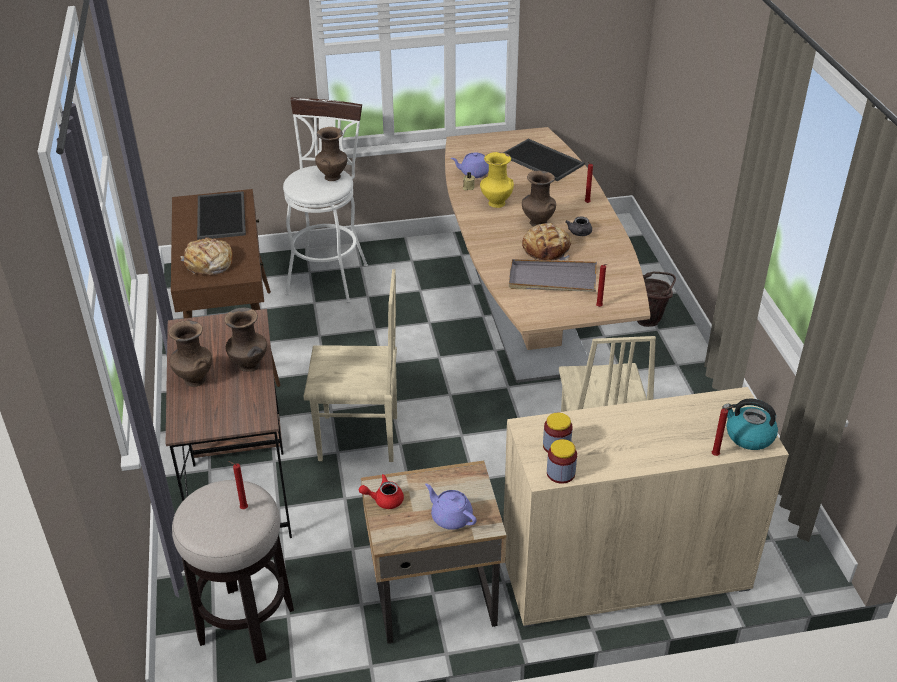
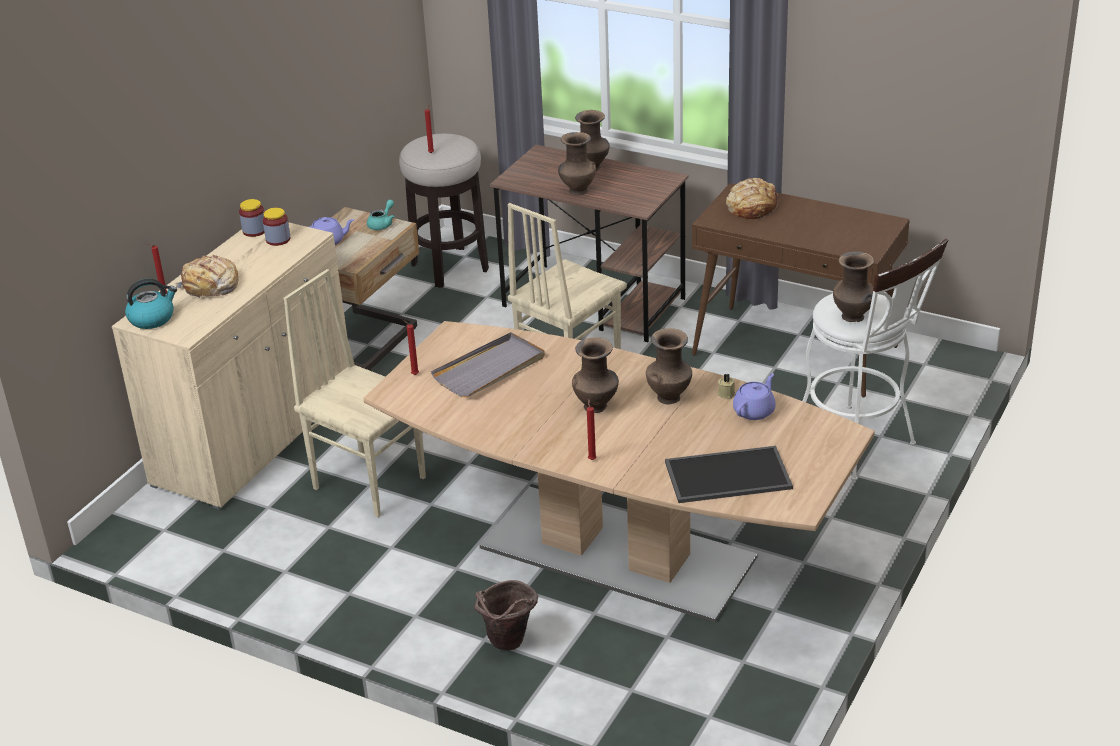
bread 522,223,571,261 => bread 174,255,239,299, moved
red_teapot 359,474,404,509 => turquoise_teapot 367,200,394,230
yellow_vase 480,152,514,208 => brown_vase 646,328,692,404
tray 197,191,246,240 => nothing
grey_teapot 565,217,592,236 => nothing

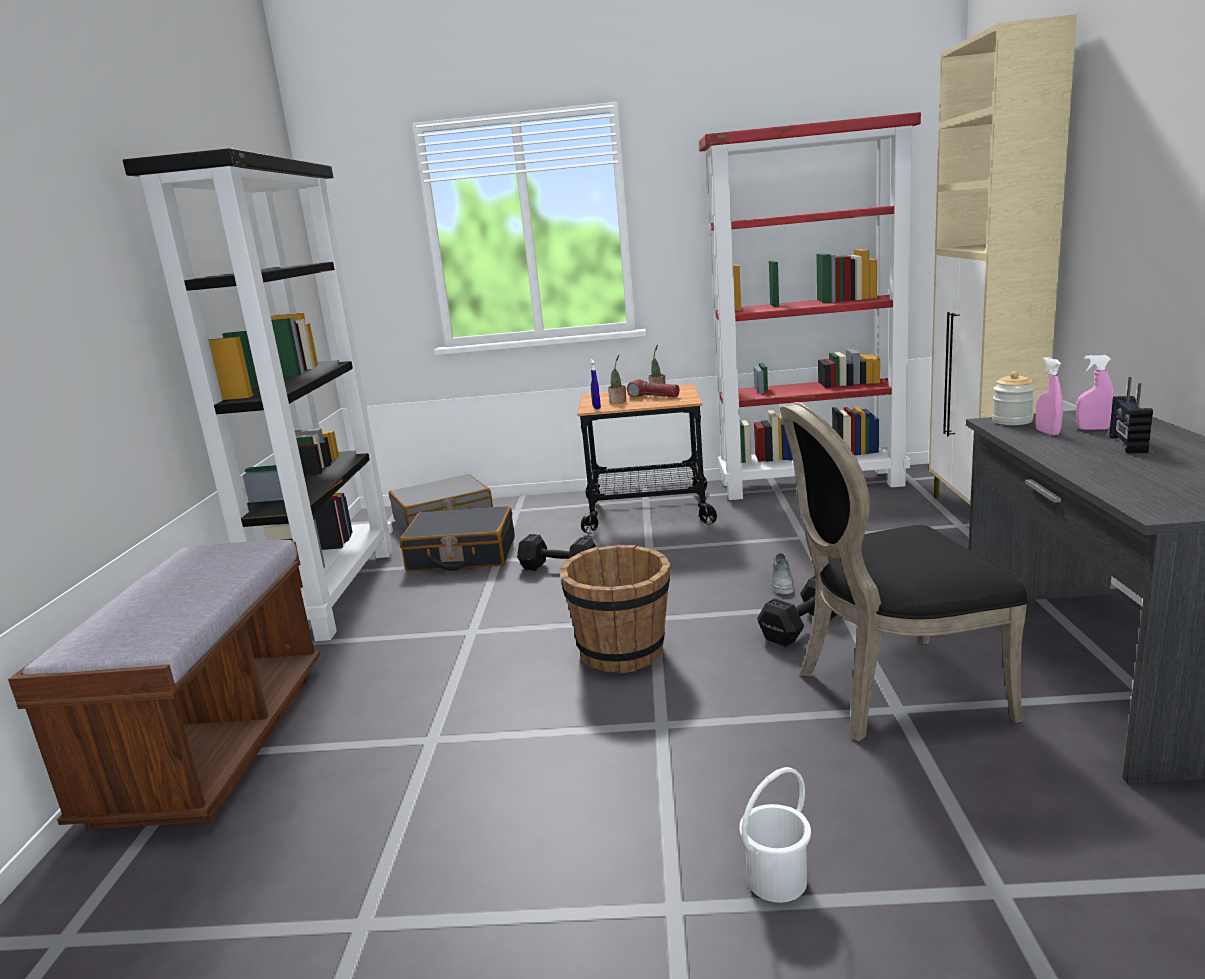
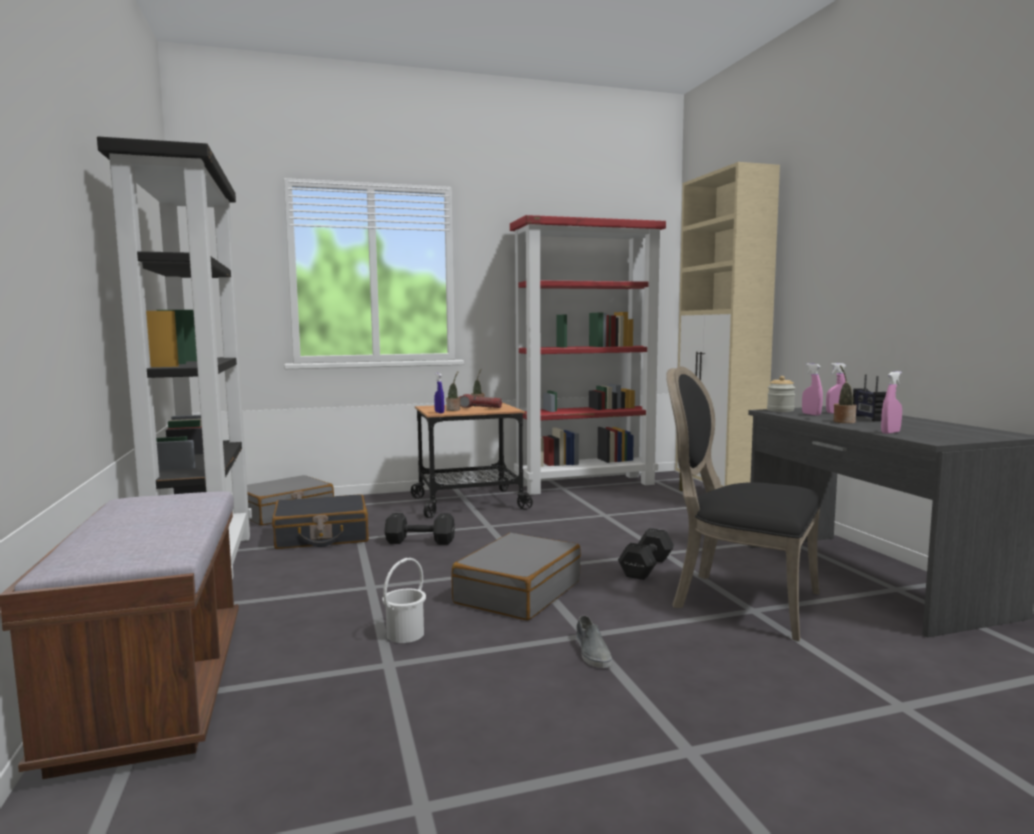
white_bucket 739,767,811,903 => white_bucket 382,558,426,643, moved
brown_bucket 559,545,670,674 => grey_suitcase 451,533,581,621
grey_shoe 771,553,794,594 => grey_shoe 576,616,612,668, moved
black_chair 780,402,1028,742 => black_chair 666,366,821,641, 60 degrees clockwise
nothing => potted_plant 833,365,857,423
nothing => pink_spray_bottle 881,371,902,434

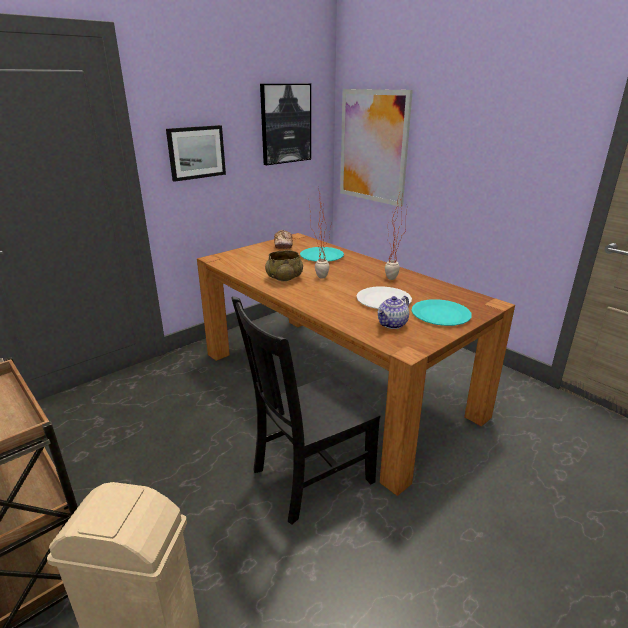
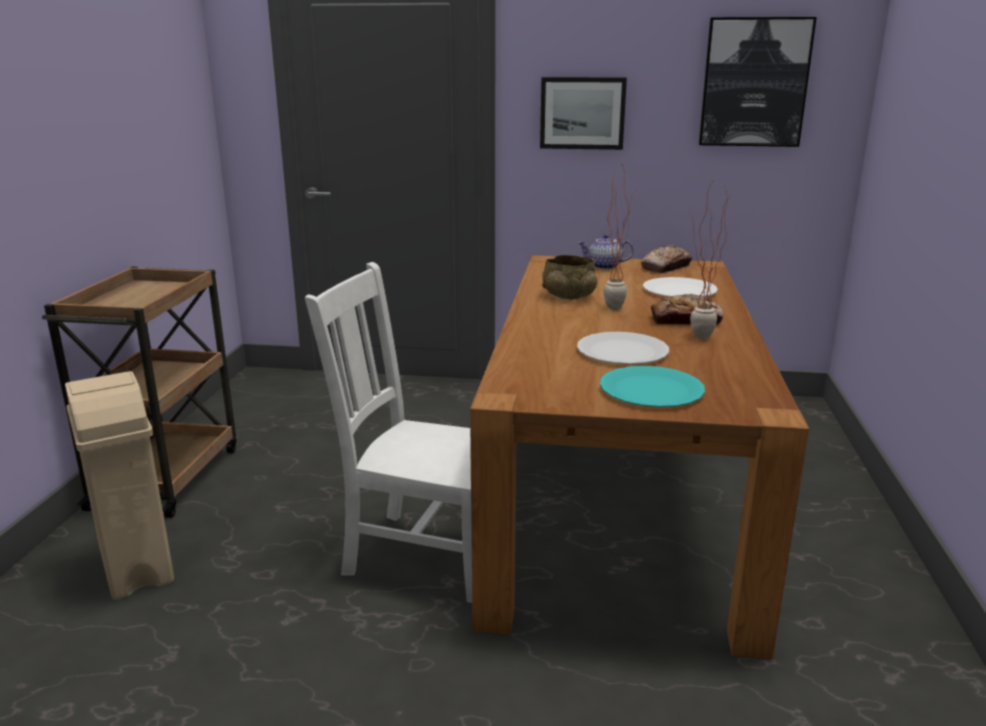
black_chair 231,297,381,525 => white_chair 305,262,472,603
teapot 378,296,409,329 => teapot 578,234,634,270, moved
turquoise_plate 300,247,344,262 => white_plate 643,277,718,297
nothing => bread 651,294,724,325
picture 340,89,413,207 => nothing

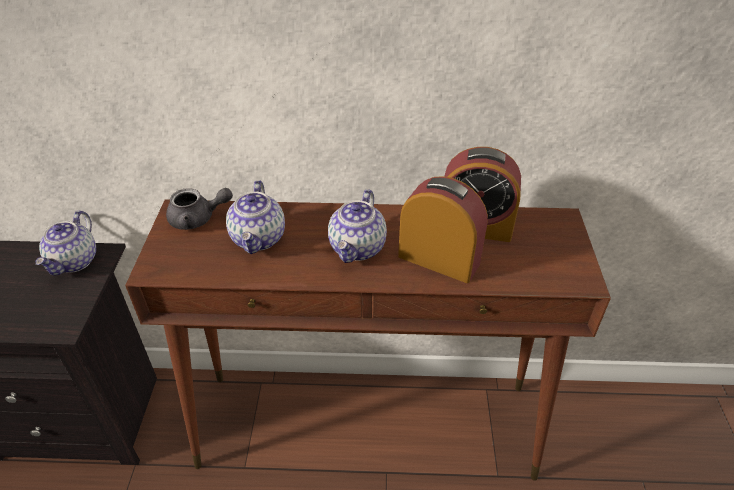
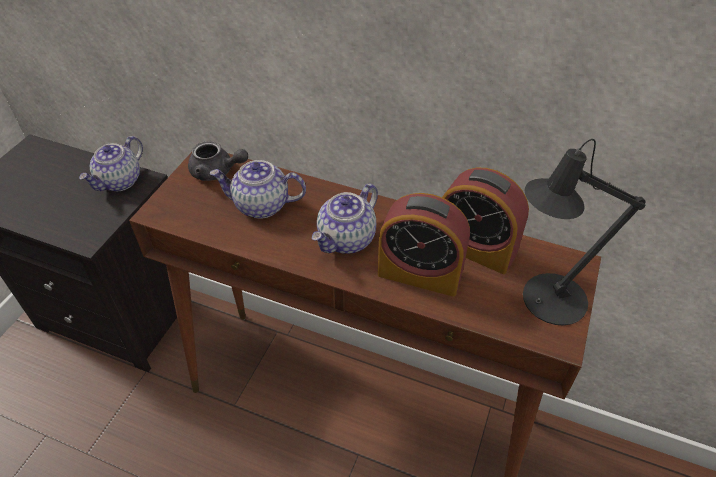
teapot 226,180,285,254 => teapot 209,160,306,219, 75 degrees clockwise
alarm_clock 398,176,488,283 => alarm_clock 378,193,470,297, 150 degrees clockwise
nothing => black_table_lamp 523,139,646,325

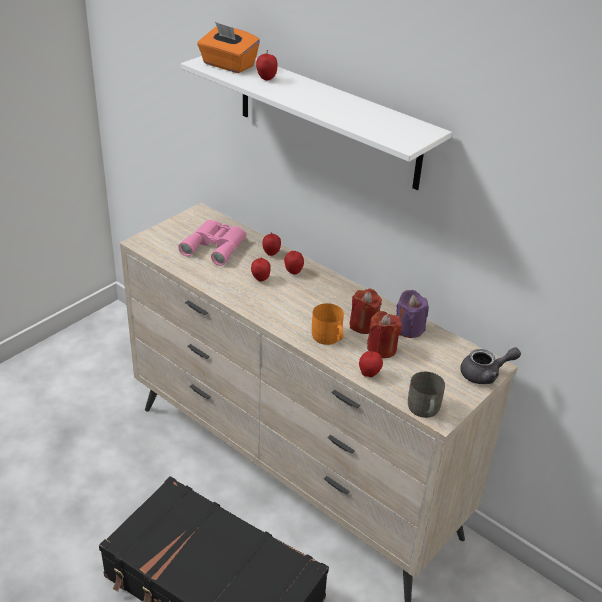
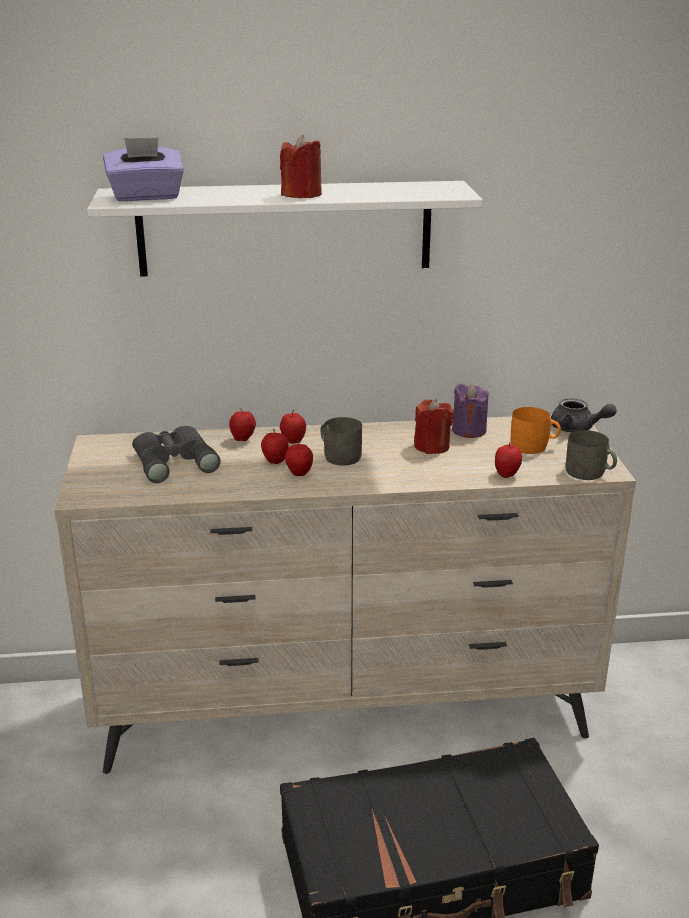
orange_tissue_box 197,22,260,73 => purple_tissue_box 103,137,184,201
pink_binoculars 178,220,246,266 => grey_binoculars 132,426,221,483
red_candle 367,311,402,358 => red_candle 280,134,322,198, moved
apple 256,50,278,81 => apple 285,440,313,476, moved
nothing => grey_mug 321,417,362,466
orange_mug 312,303,344,345 => orange_mug 510,407,561,454, moved
grey_teapot 460,347,521,384 => grey_teapot 551,398,617,432, 90 degrees clockwise

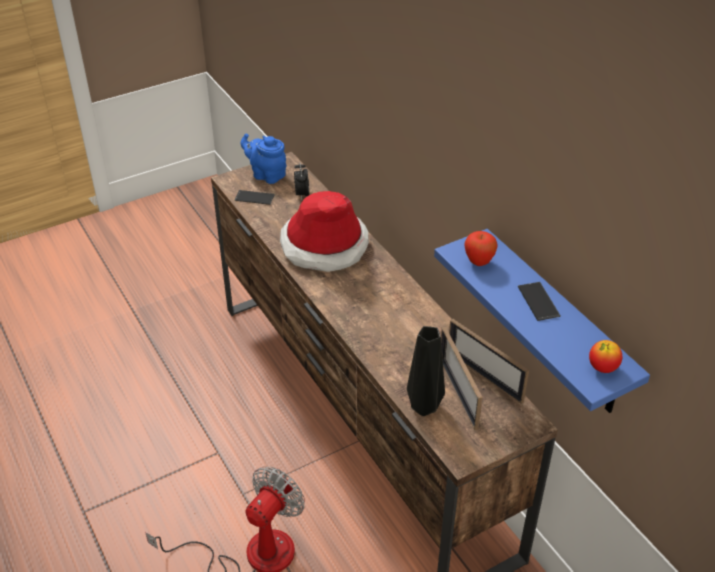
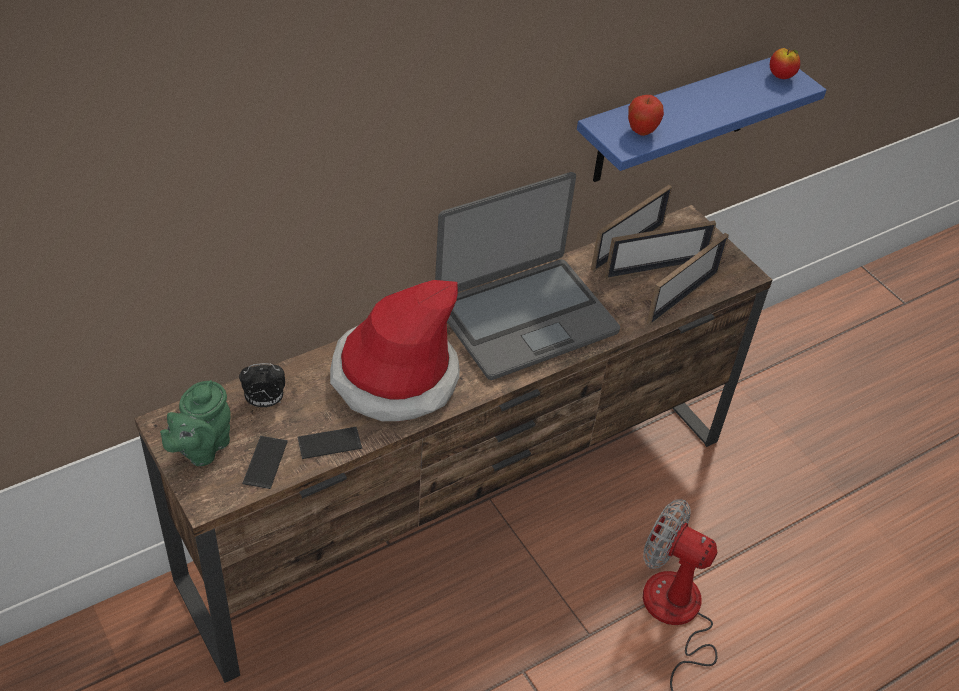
blue_teapot 241,134,287,184 => green_teapot 160,380,231,466
phone 518,282,561,321 => phone 297,427,362,459, moved
nothing => laptop 435,172,620,380
black_vase 407,326,445,416 => picture_frame 647,233,729,325

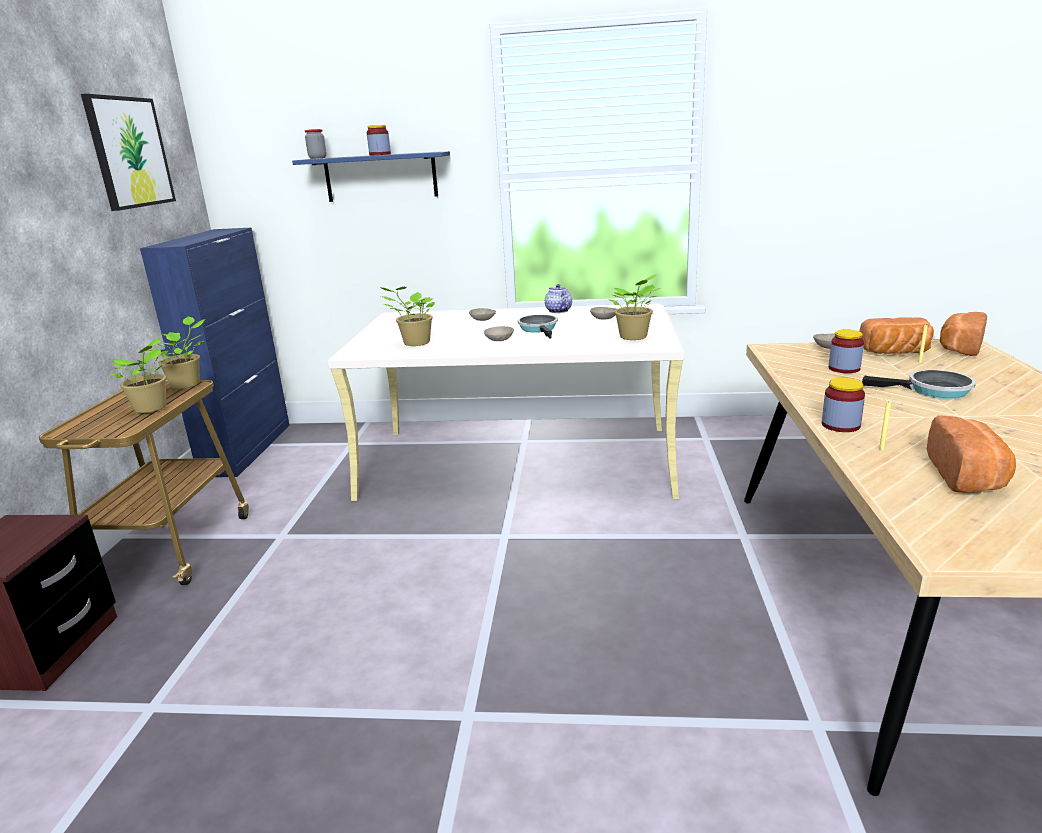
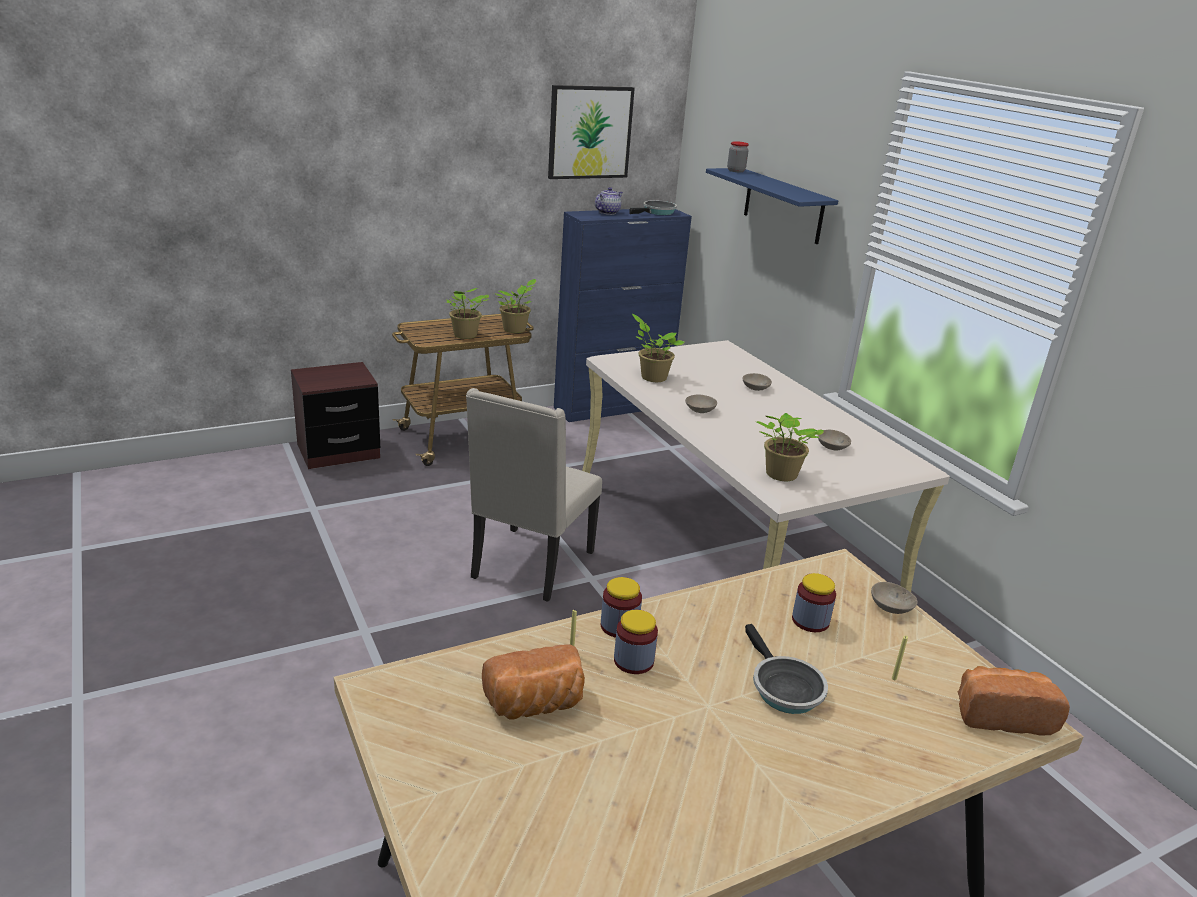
nothing => beige_chair 466,388,602,602
teapot 545,284,572,313 => teapot 595,187,623,215, moved
jar 367,125,391,156 => jar 614,610,658,674, moved
frying_pan 517,314,558,339 => frying_pan 629,200,677,215, moved
bread 859,317,934,354 => nothing

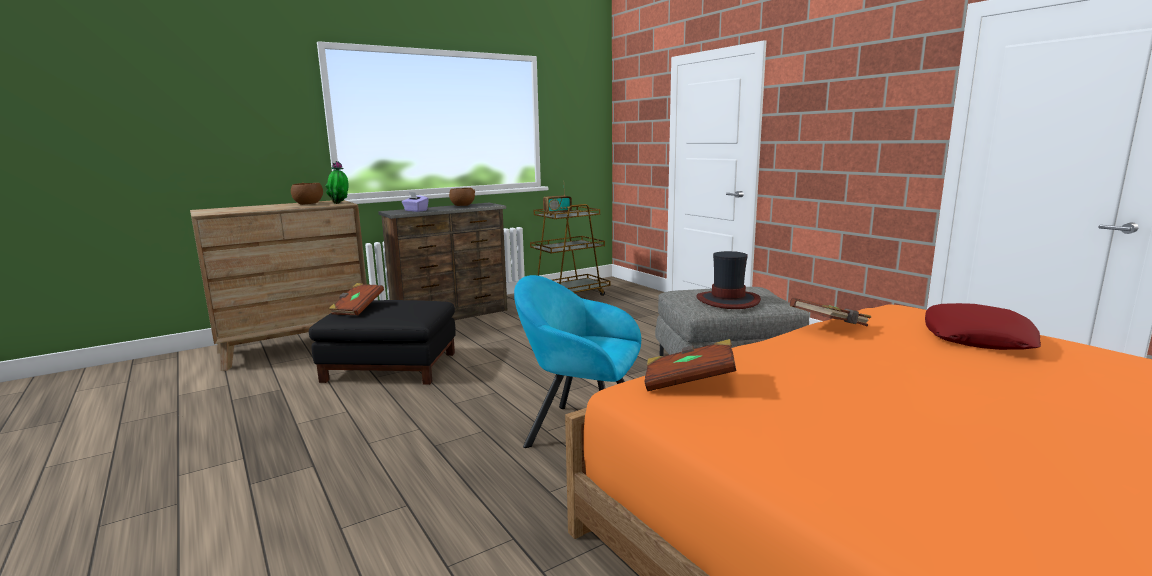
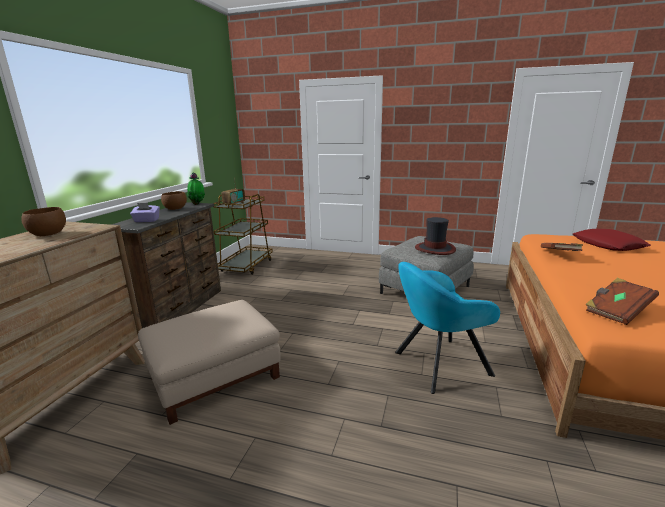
black_ottoman 309,300,456,385 => beige_ottoman 138,300,281,425
potted_plant 325,161,349,204 => potted_plant 187,173,205,205, moved
brown_book 329,283,384,316 => nothing

